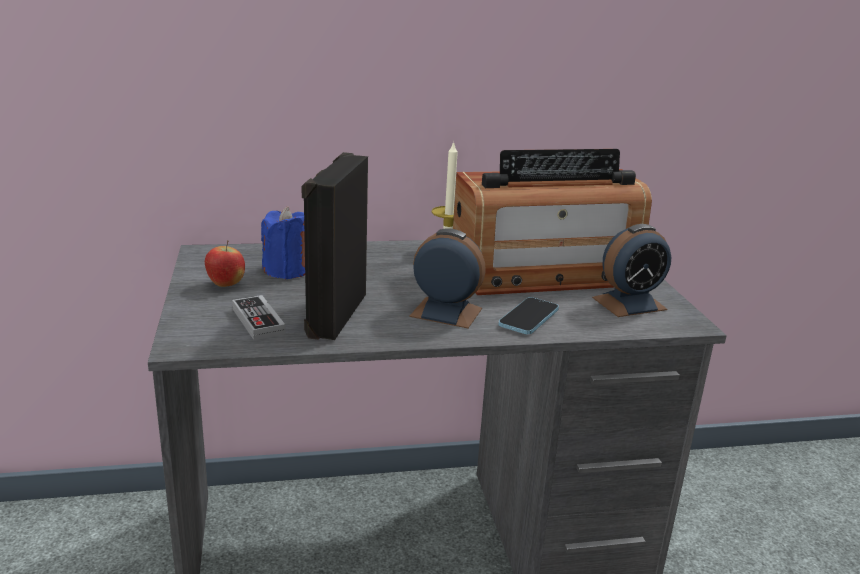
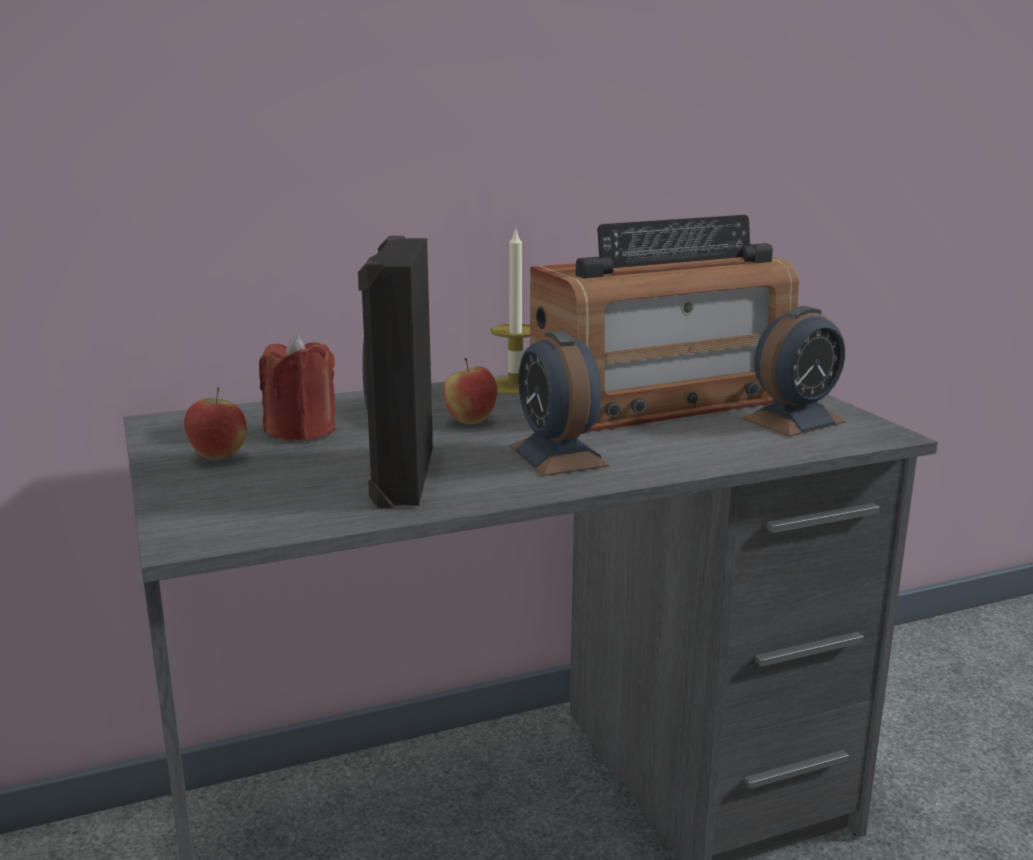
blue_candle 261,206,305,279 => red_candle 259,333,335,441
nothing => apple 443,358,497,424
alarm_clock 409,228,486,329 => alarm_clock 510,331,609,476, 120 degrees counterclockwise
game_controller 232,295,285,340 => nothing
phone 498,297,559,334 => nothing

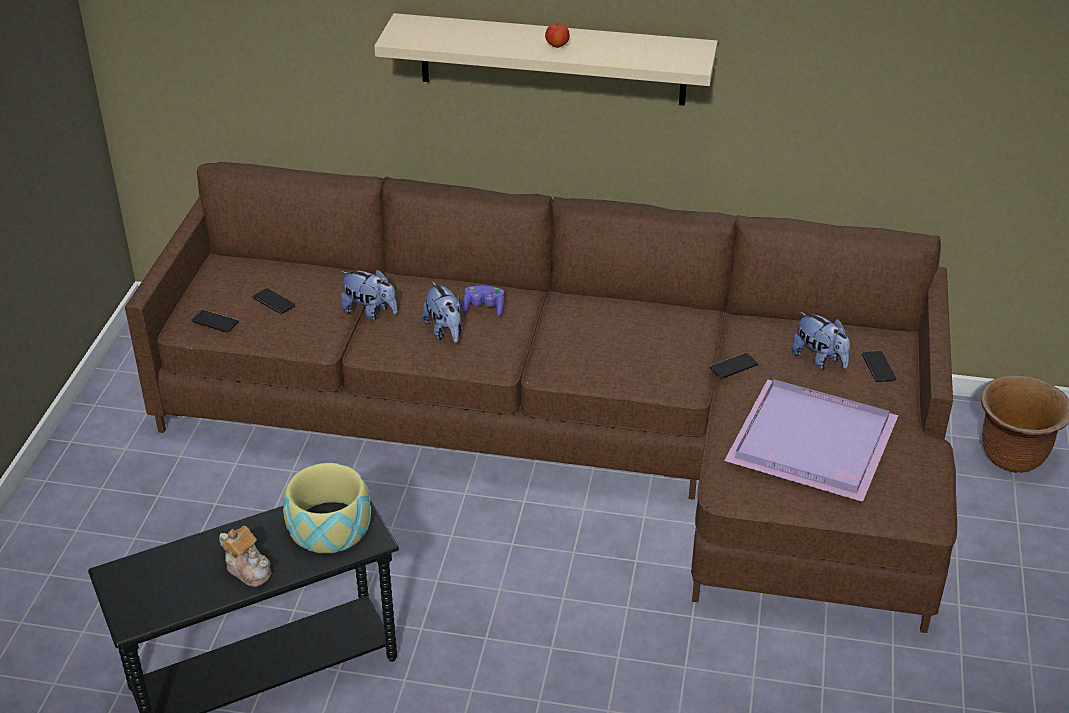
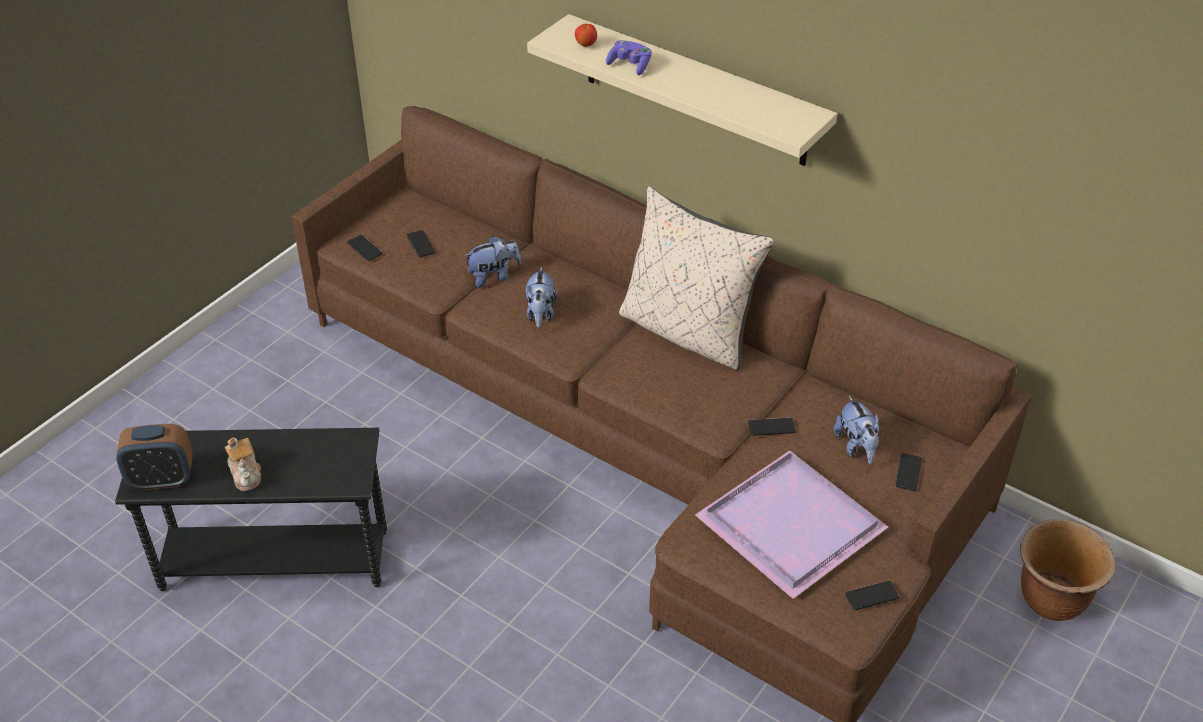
nothing => alarm_clock 116,424,193,490
plush_toy 340,269,397,320 => plush_toy 464,236,521,288, 75 degrees counterclockwise
apple 545,23,570,48 => apple 575,24,597,47, moved
purple_game_controller 462,286,504,316 => purple_game_controller 606,40,652,75, moved
nothing => beige_pillow 619,187,774,371
nothing => phone 845,580,899,610
bowl 283,463,371,554 => nothing

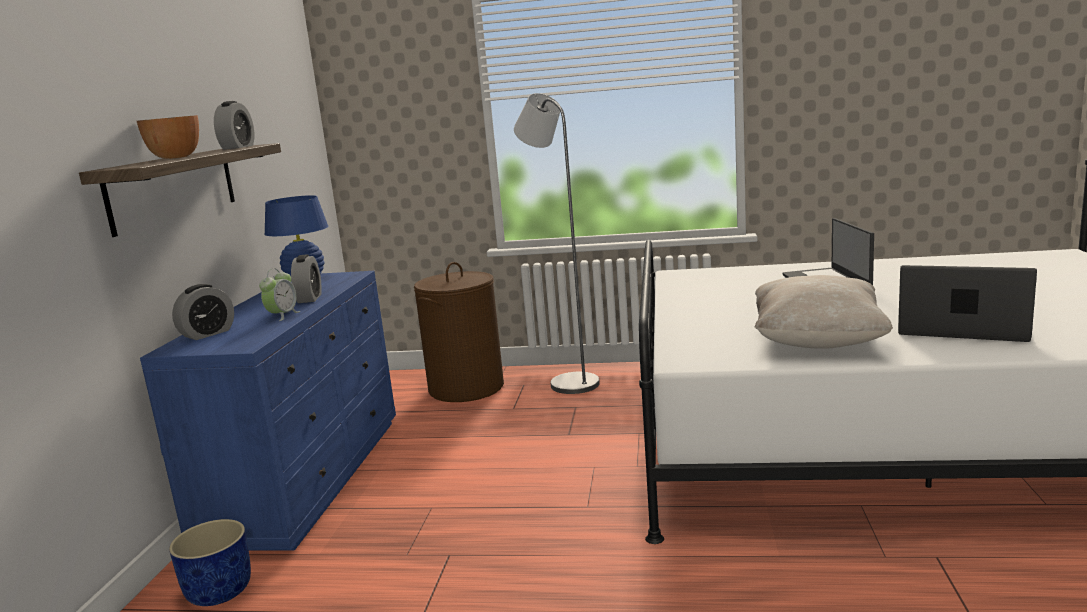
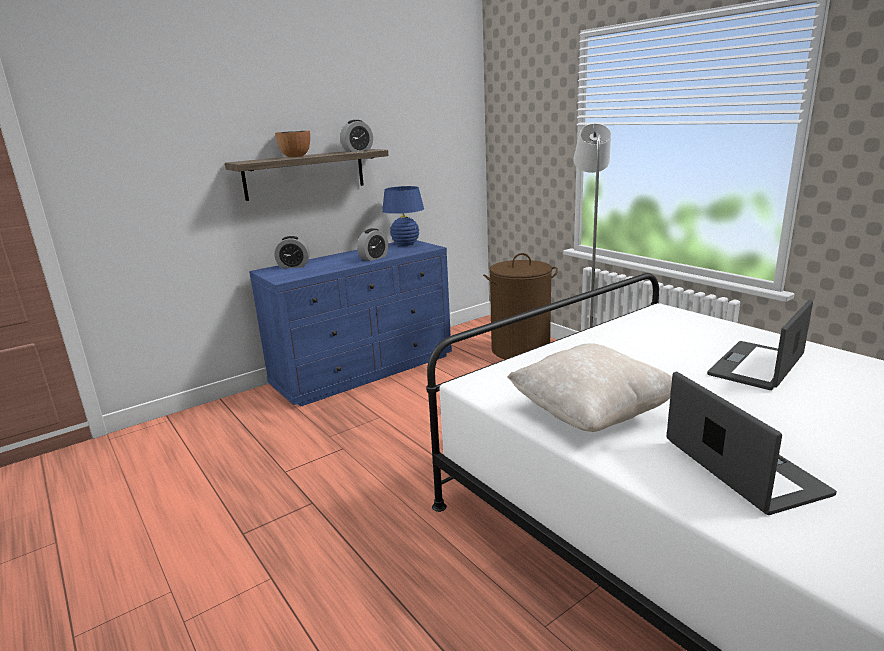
blue_planter 169,519,251,606 => nothing
alarm_clock 259,268,300,321 => nothing

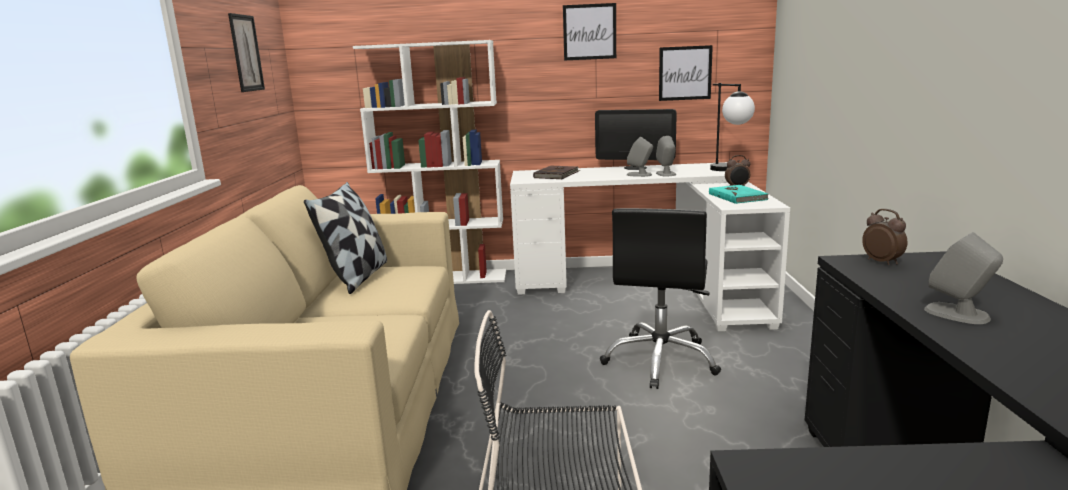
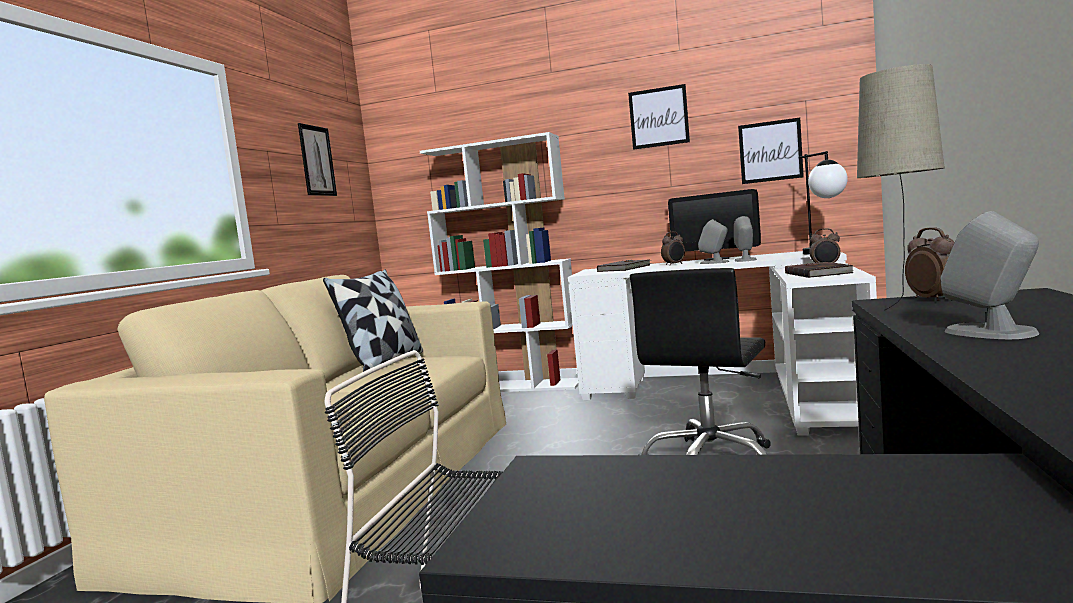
nothing => alarm_clock 661,231,685,265
turquoise_book 709,185,768,204 => brown_book 785,262,854,278
nothing => beige_table_lamp 857,64,945,311

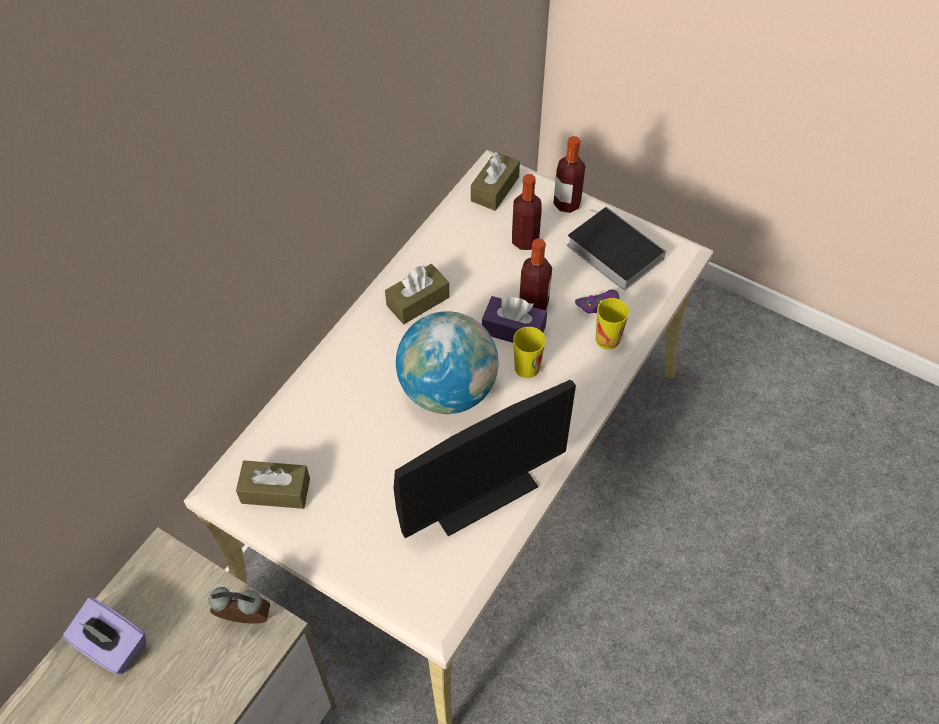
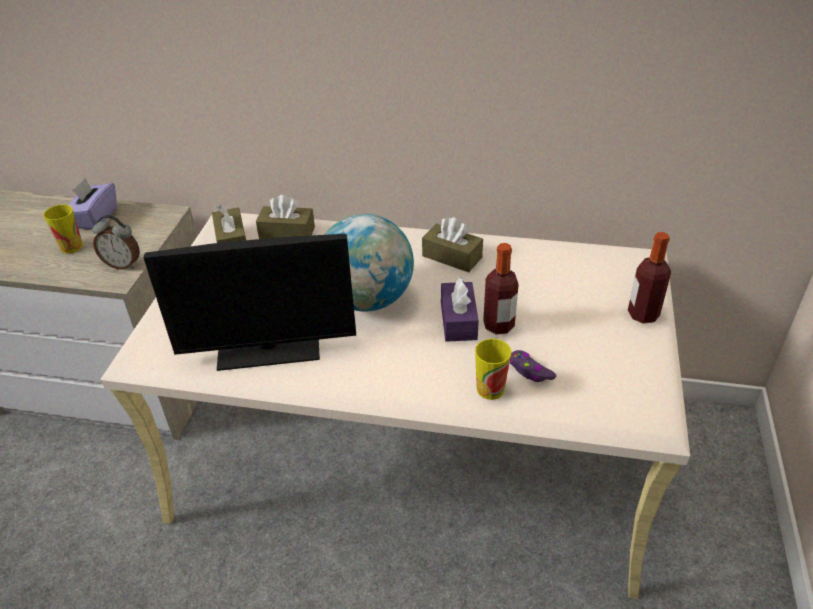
cup 513,327,546,378 => cup 43,204,83,253, moved
alarm_clock 209,587,270,624 => alarm_clock 92,215,140,270, 120 degrees clockwise
monitor 394,380,576,538 => monitor 144,234,356,371, 45 degrees counterclockwise
brown_tissue_box 471,152,520,211 => brown_tissue_box 256,195,315,239, moved
bottle 512,174,542,250 => nothing
book 567,206,666,290 => nothing

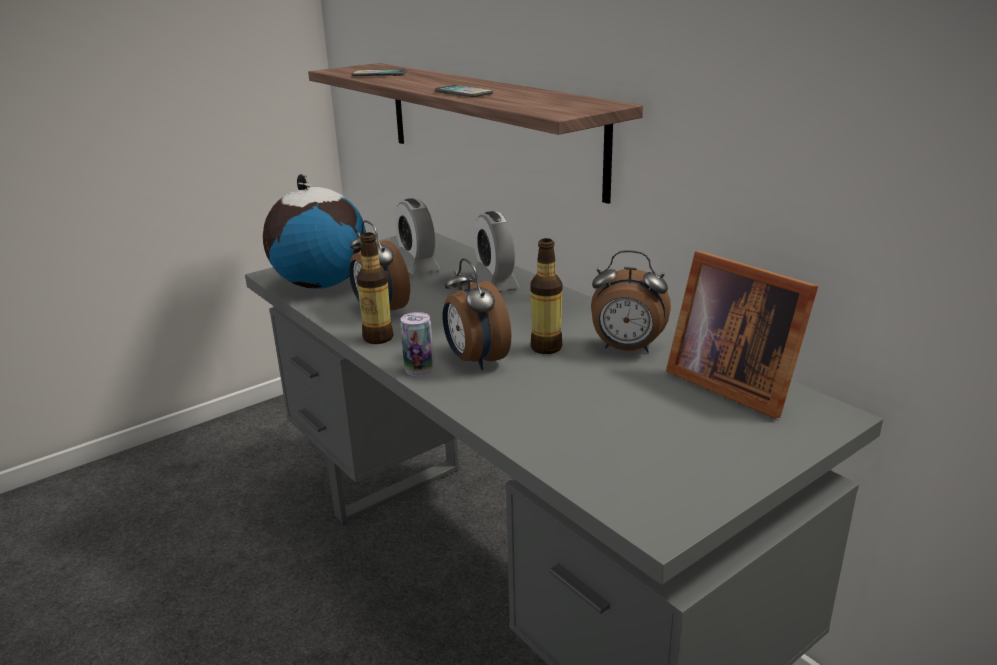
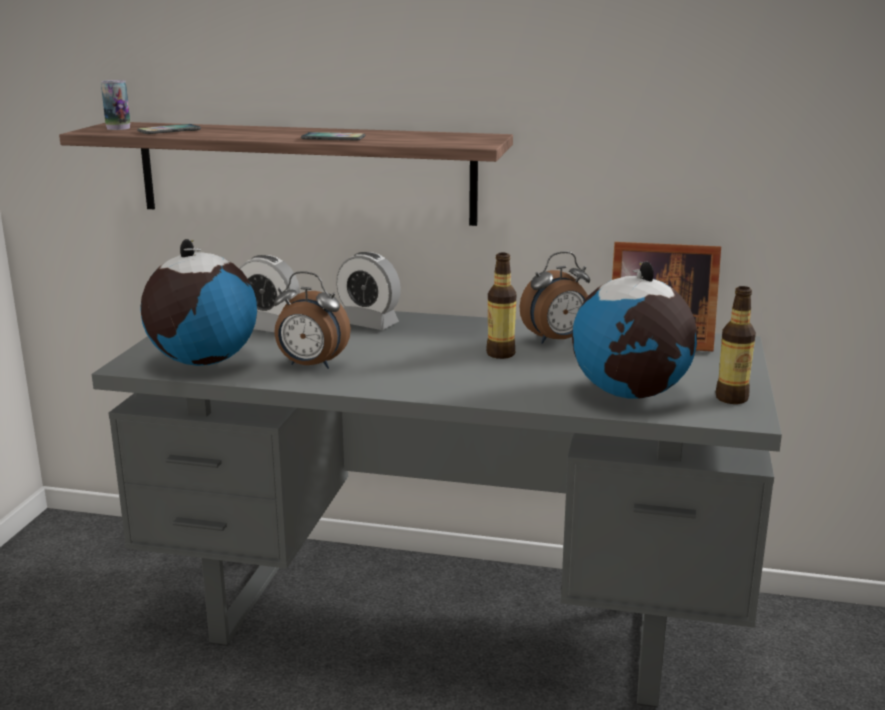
can 400,312,434,376 => can 101,80,130,130, moved
nothing => globe 572,262,697,398
bottle 356,232,393,344 => bottle 716,286,756,404, moved
alarm_clock 443,258,512,370 => nothing

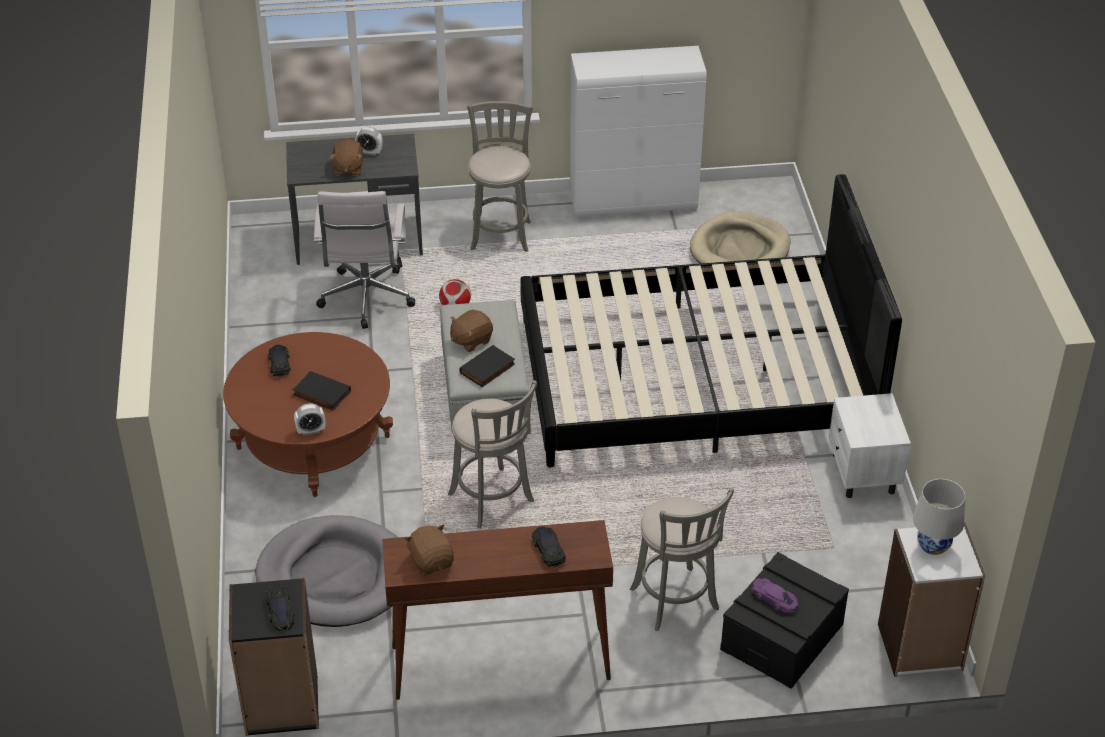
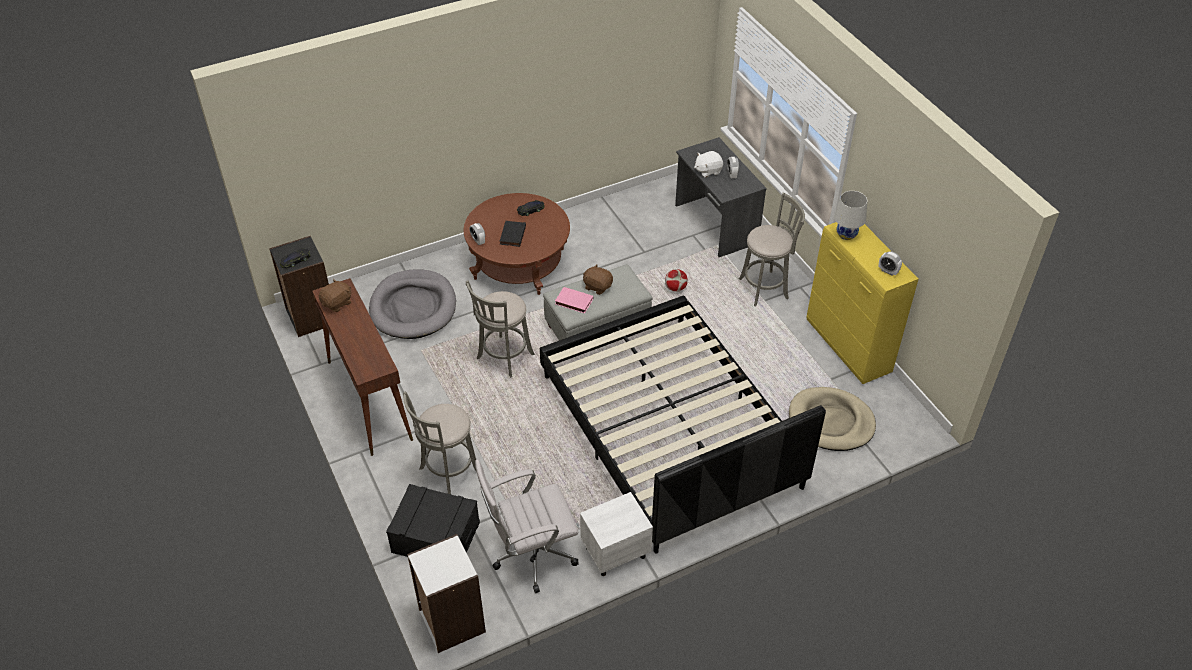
white_office_chair 314,191,415,329 => white_office_chair 475,460,578,593, moved
black_book 459,345,515,387 => pink_book 555,287,593,314
brown_plush_toy 329,139,363,176 => white_plush_toy 694,151,723,178
white_cabinet 570,46,707,217 => yellow_cabinet 807,222,918,384
white_table_lamp 913,479,965,555 => white_table_lamp 834,191,867,240, moved
nothing => alarm_clock 879,251,902,276
black_toy_car 532,526,566,567 => nothing
purple_toy_car 751,578,798,613 => nothing

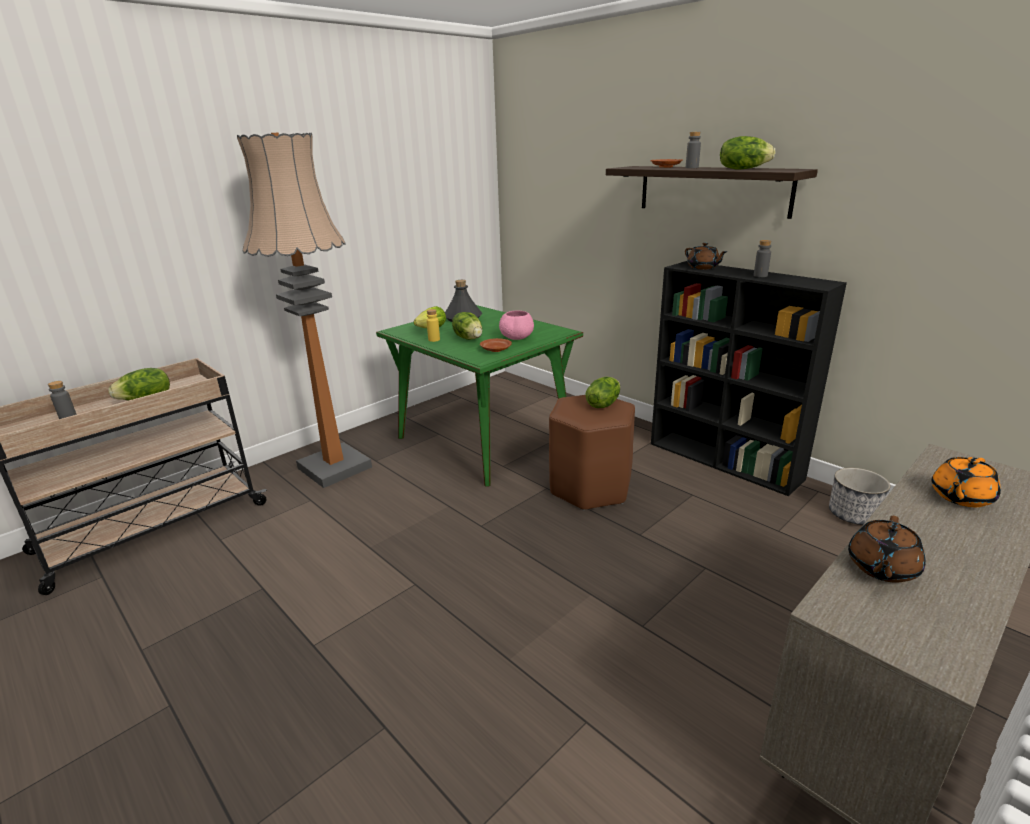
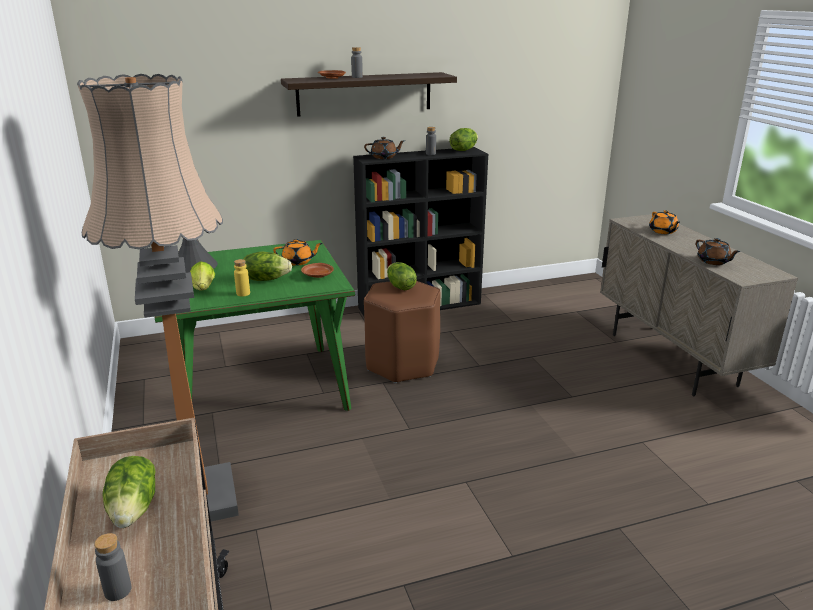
pink_bowl 499,311,534,340 => orange_teapot 273,239,323,266
lettuce 720,136,775,169 => lettuce 450,128,478,151, moved
planter 829,468,891,525 => nothing

